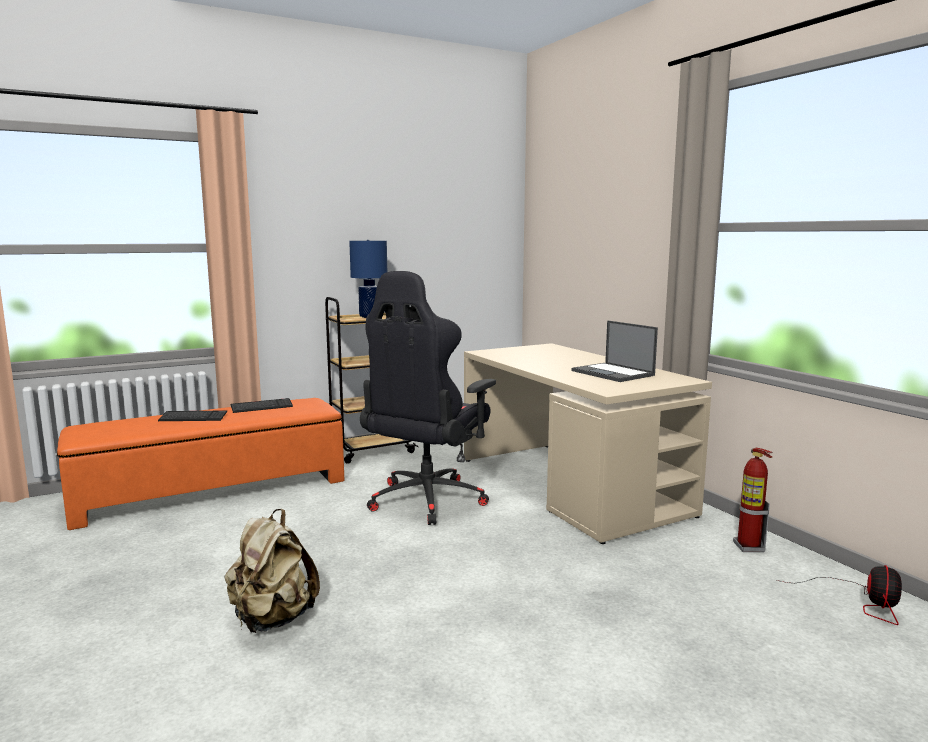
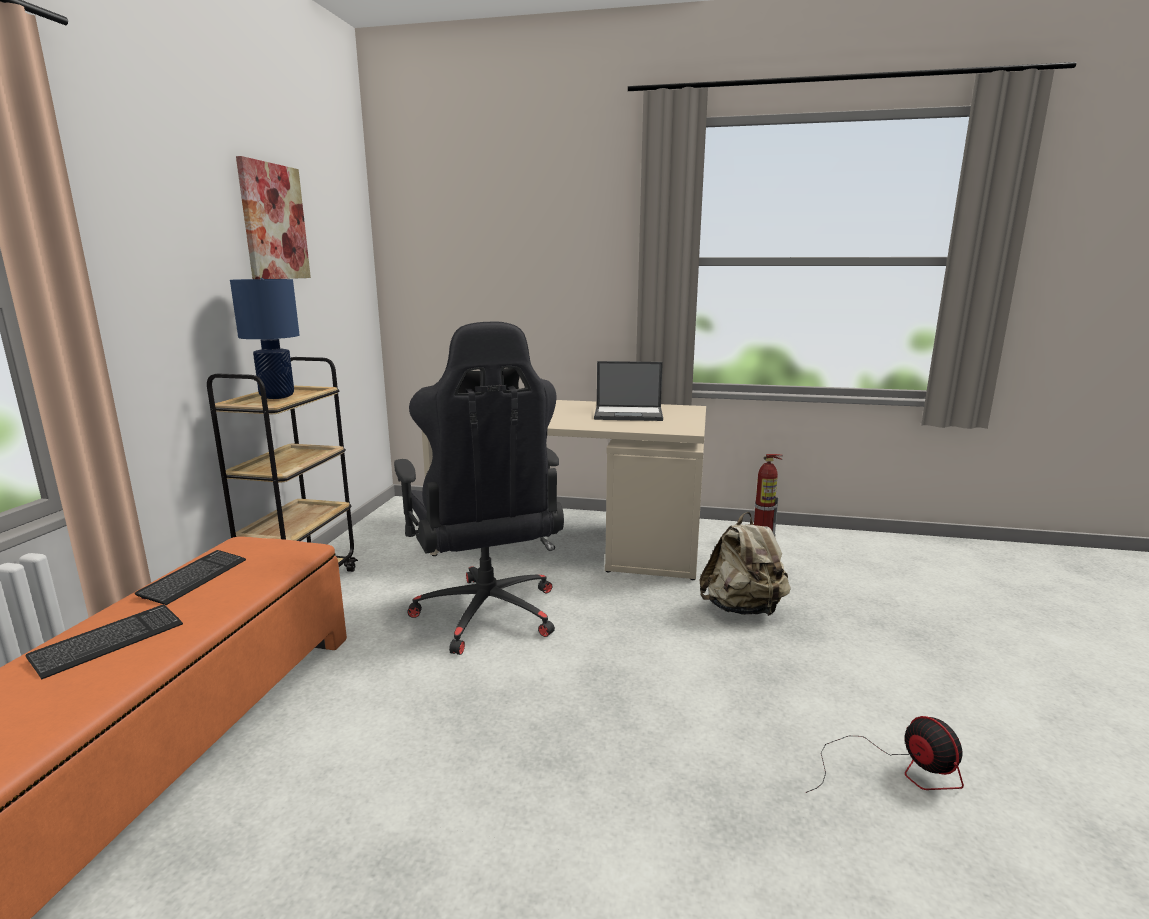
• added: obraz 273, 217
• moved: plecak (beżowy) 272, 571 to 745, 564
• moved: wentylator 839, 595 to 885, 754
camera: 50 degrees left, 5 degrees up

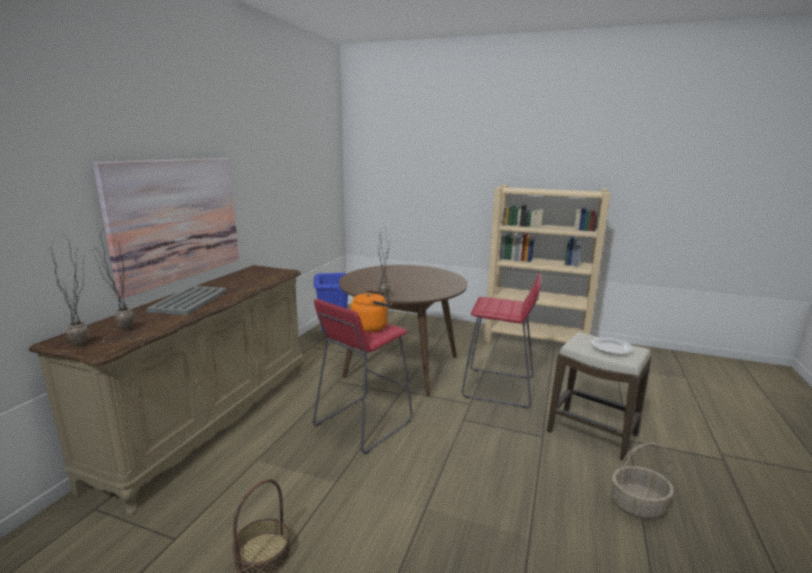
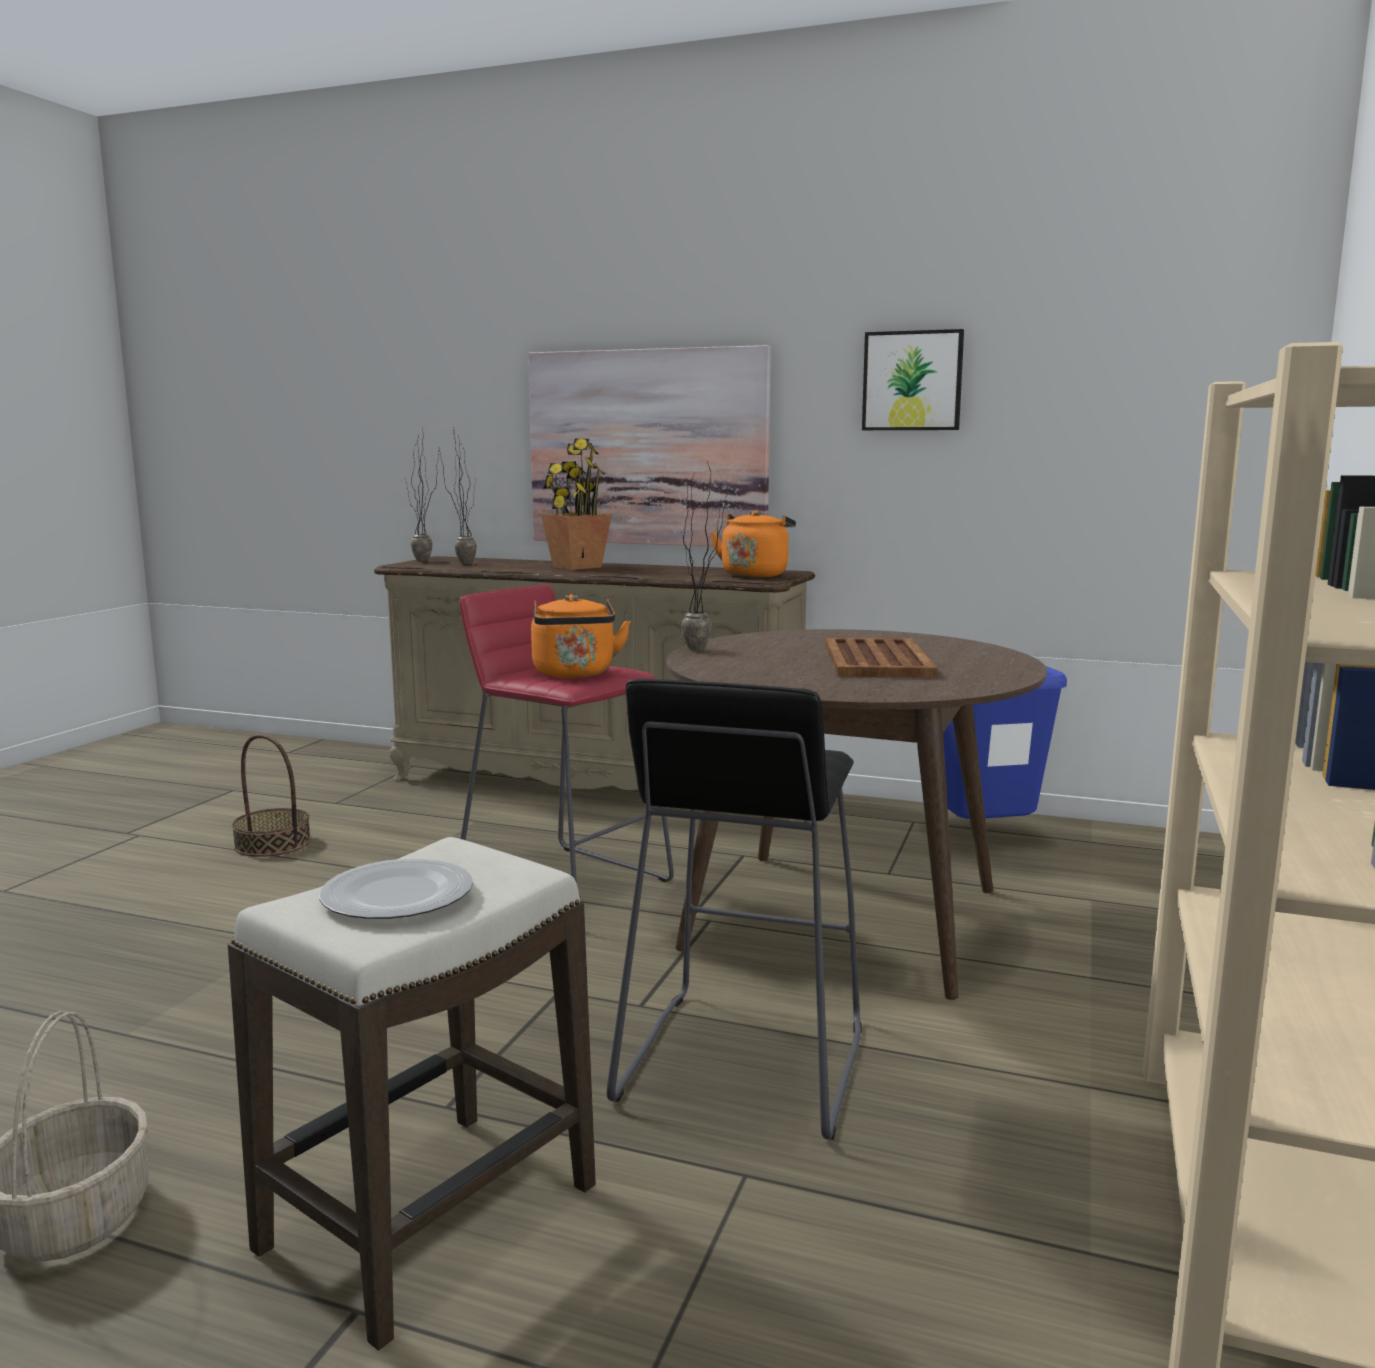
• added: czajnik (pomarańczowy) 753, 544
• added: taca (brązowy) 881, 657
• added: obraz 913, 379
• replaced: taca (szary) 186, 300 to roślina doniczkowa 576, 504
• recoloured: stołek (czerwony) 501, 340 to stołek (czarny) 734, 909
camera: 90 degrees right, 5 degrees down

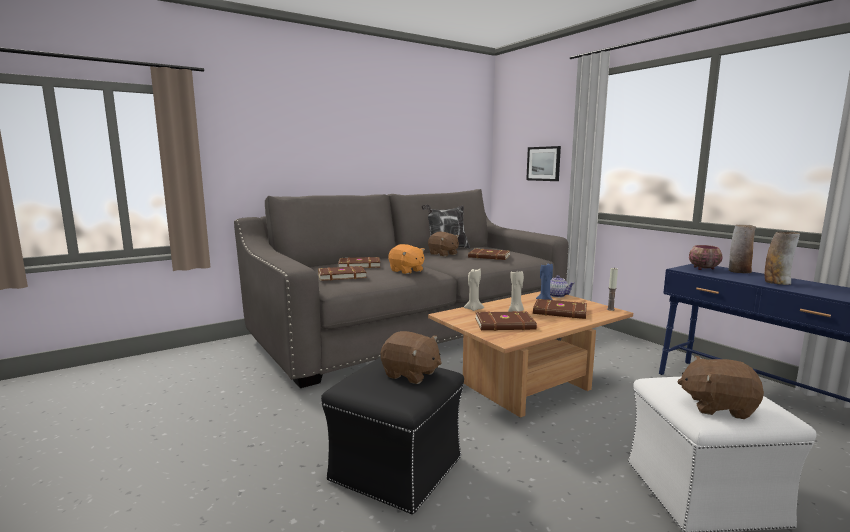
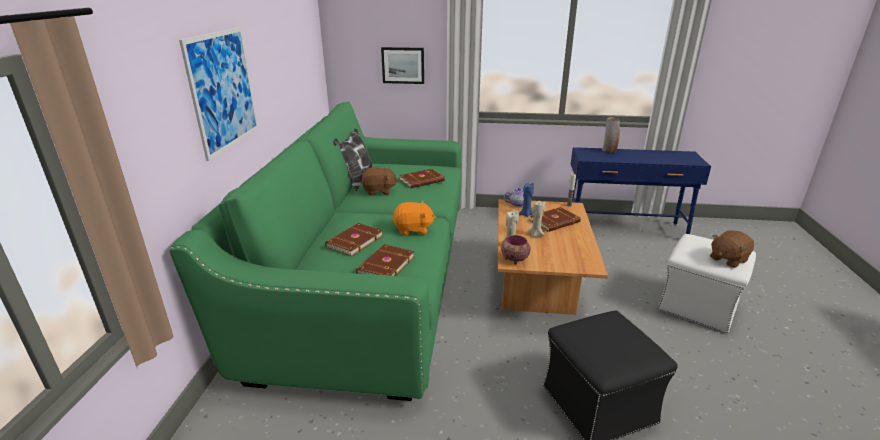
• removed: pluszak (brązowy) 411, 357
• removed: książka (brązowy) 506, 321
• removed: wazon 782, 258
• added: obraz 219, 94
• moved: miska 705, 257 to 515, 250
• recoloured: kanapa (szary) 401, 288 to kanapa (zielony) 316, 251
camera: 50 degrees left, 15 degrees up

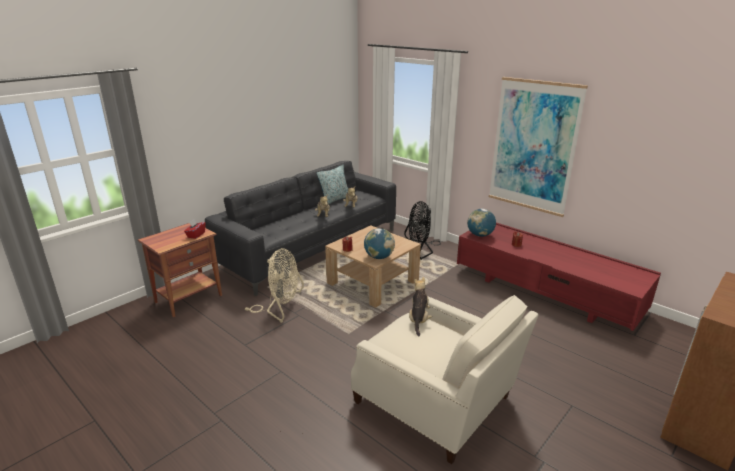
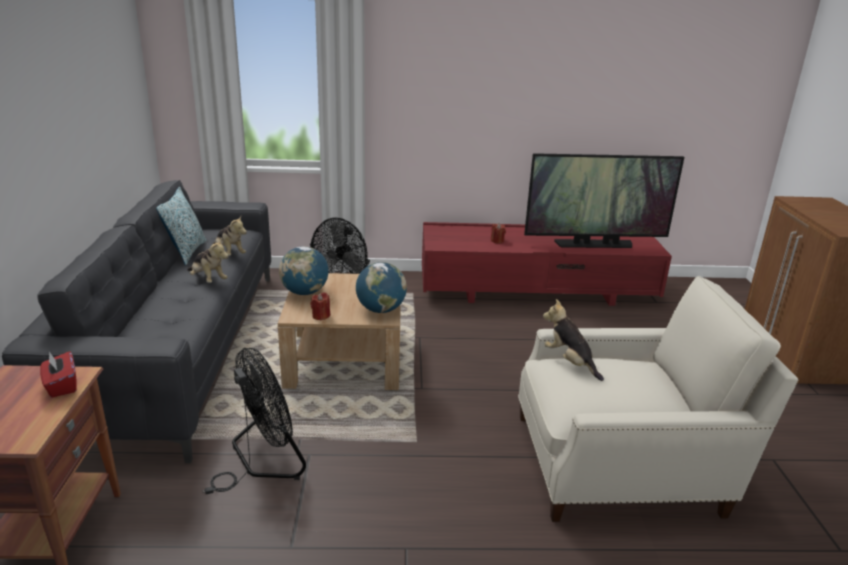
• removed: obraz 538, 147
• added: telewizor 604, 200
• moved: globus 481, 223 to 303, 270
• recoloured: wentylator (beżowy) 274, 285 to wentylator (czarny) 254, 421
camera: 45 degrees left, 0 degrees up

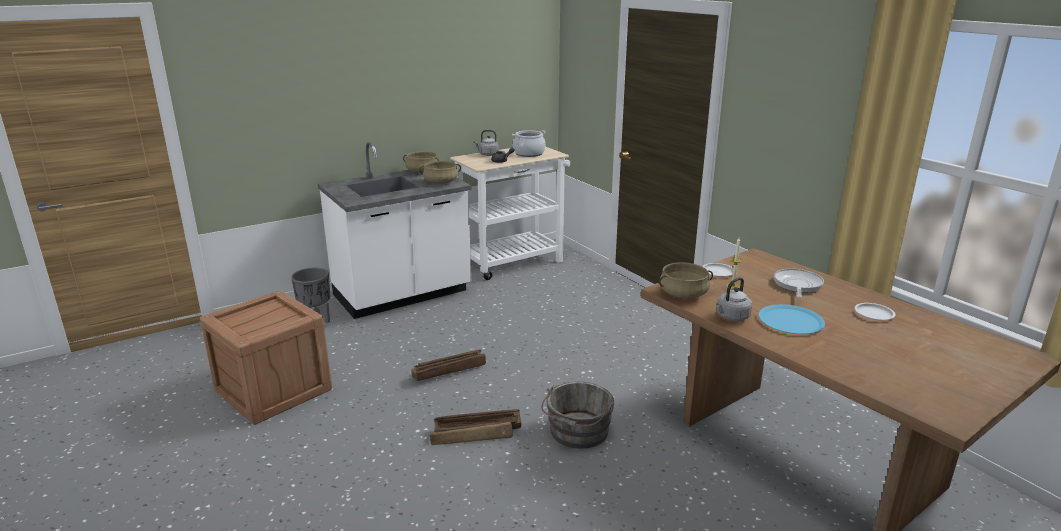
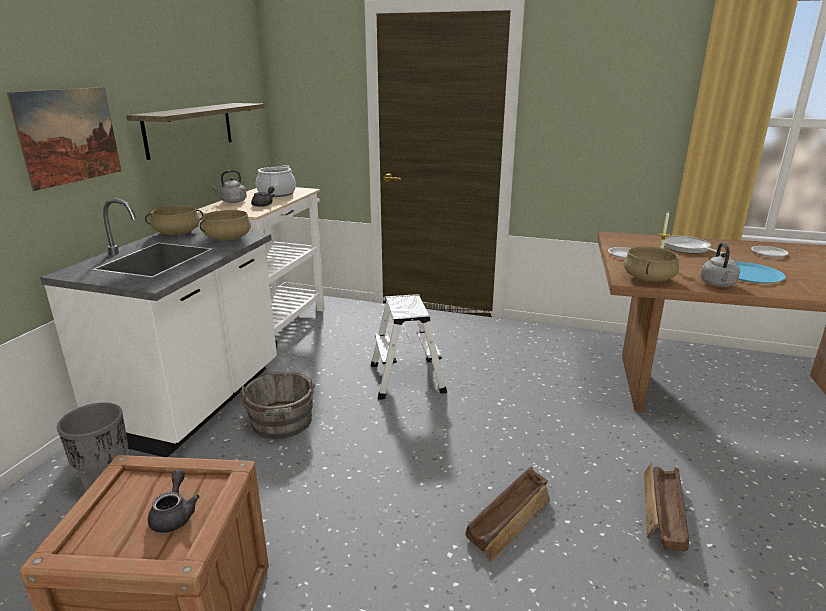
• added: obraz 63, 139
• added: półka 195, 131
• added: imbryk (szary) 174, 501
• added: drabinka (biały) 409, 347
• moved: skrzynka 448, 365 to 666, 508
• moved: wiadro (szary) 577, 415 to 277, 405
camera: 40 degrees left, 0 degrees up

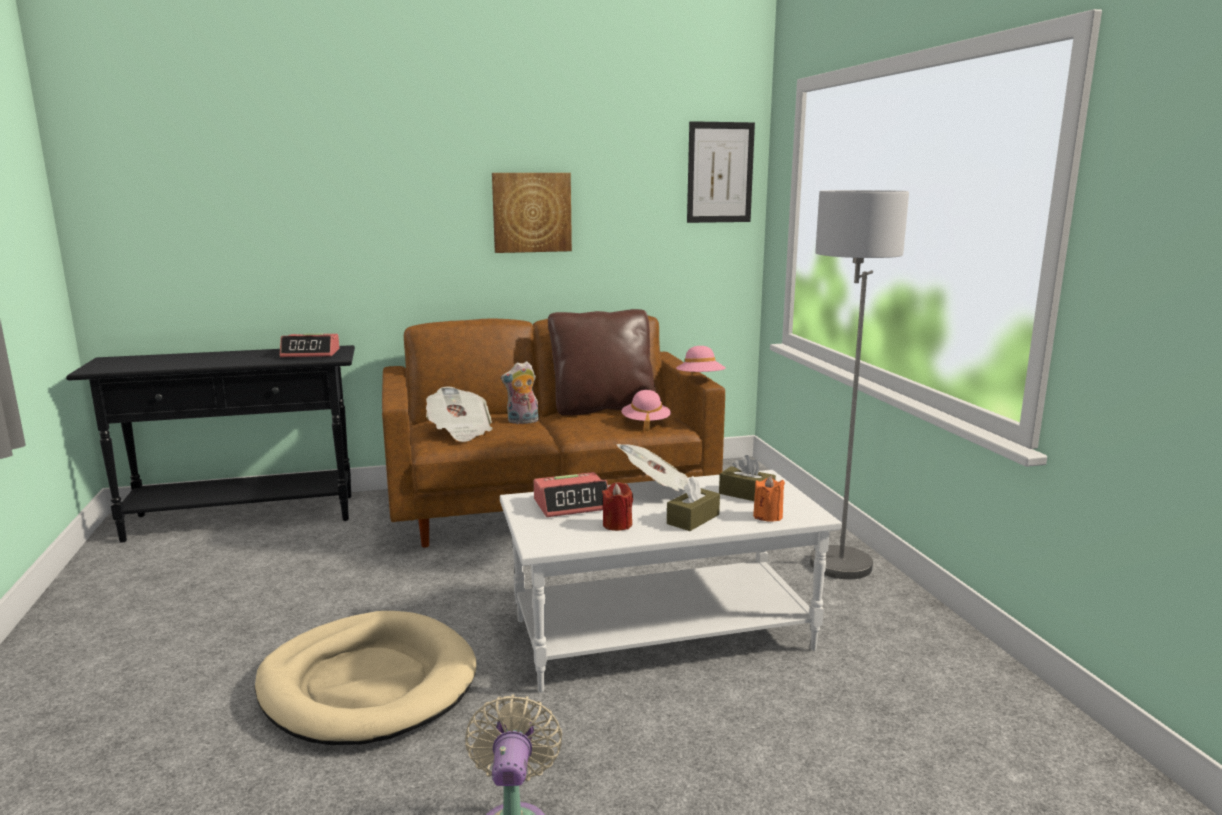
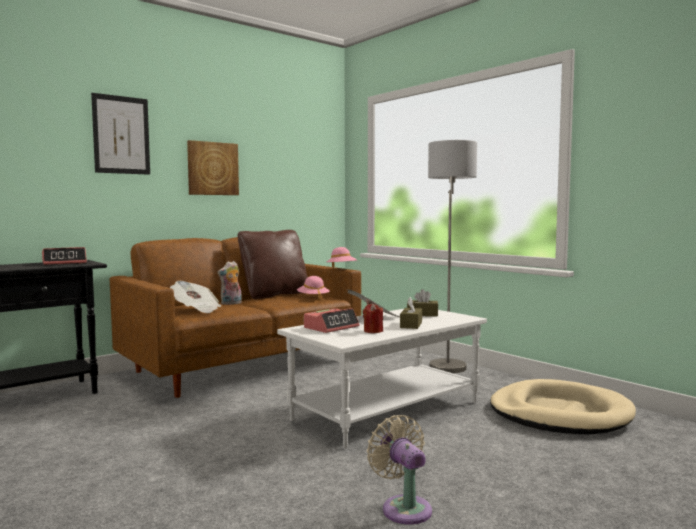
• removed: świeca (pomarańczowy) 769, 499
• moved: legowisko (beżowy) 366, 678 to 563, 406
• moved: obraz 721, 172 to 120, 134
camera: 25 degrees left, 10 degrees down

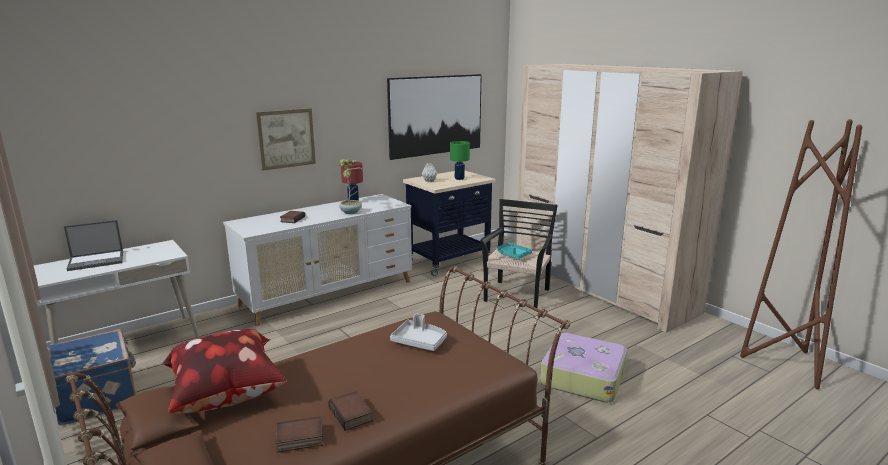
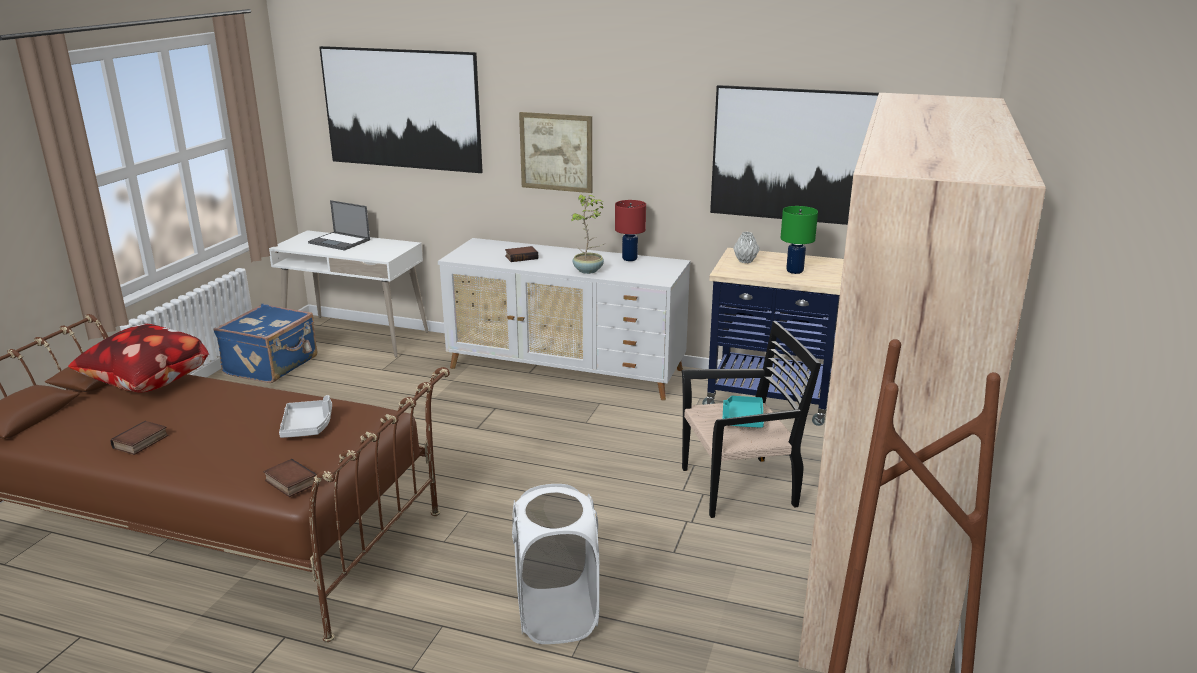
• added: obraz 401, 109
• moved: książka 299, 434 to 290, 478
• replaced: walizka 583, 367 to kosz na pranie (biały) 556, 564
camera: 55 degrees right, 5 degrees up

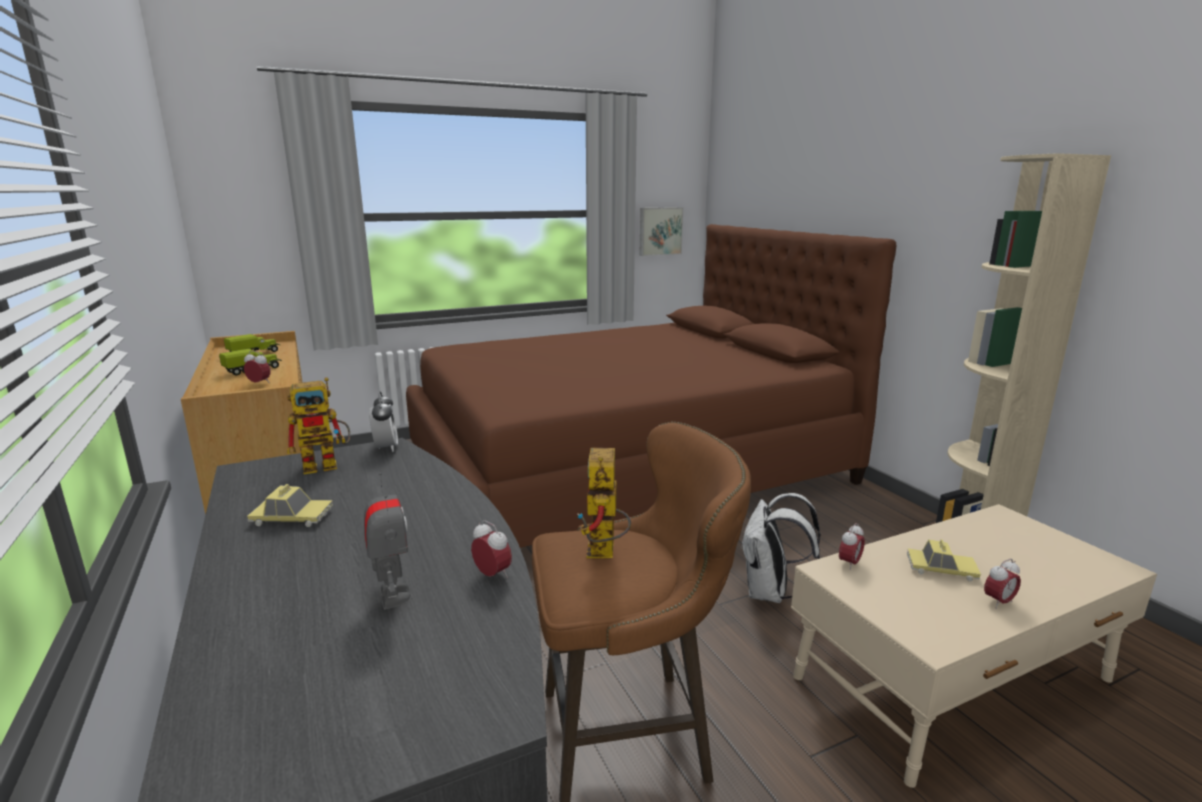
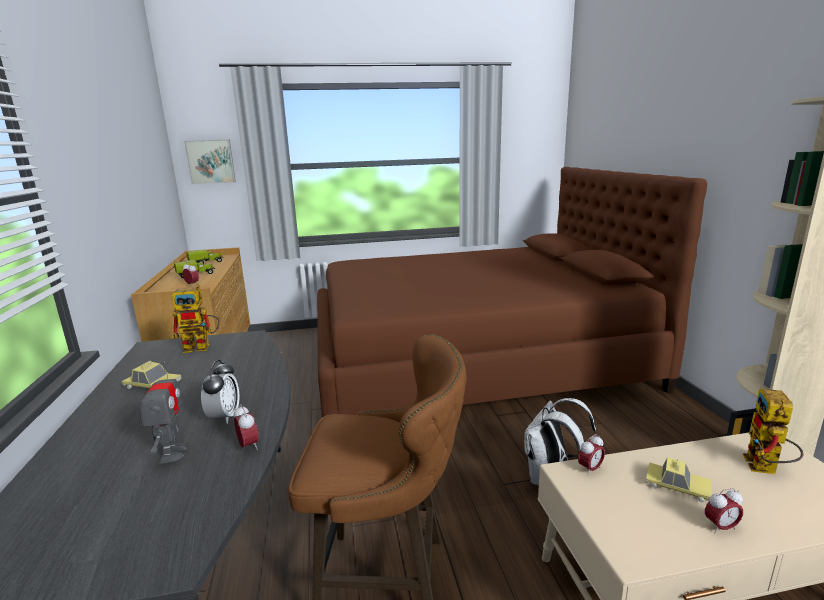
• moved: budzik 383, 421 to 220, 392
• moved: robot zabawkowy 604, 503 to 773, 431
• moved: obraz 661, 231 to 210, 161
camera: 15 degrees right, 0 degrees up

